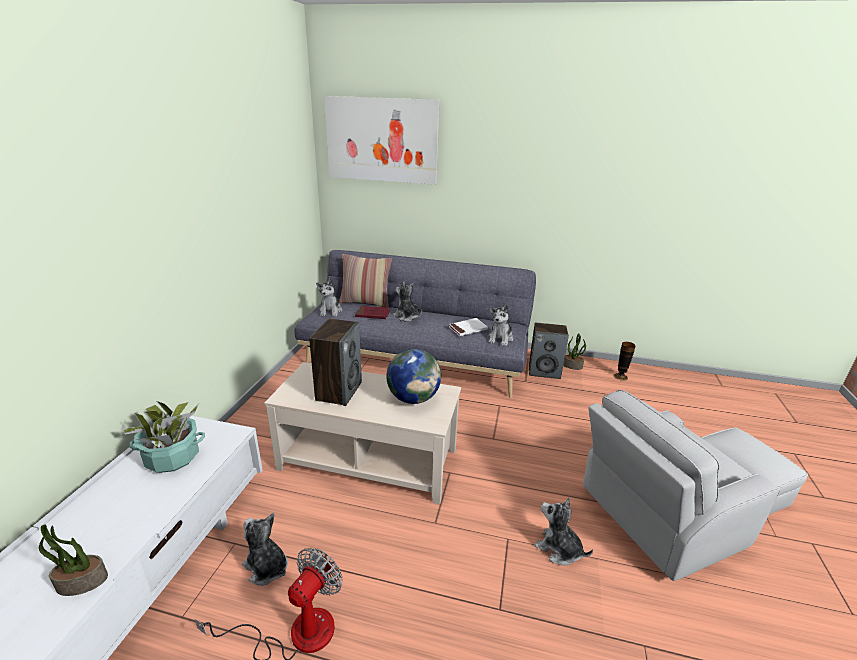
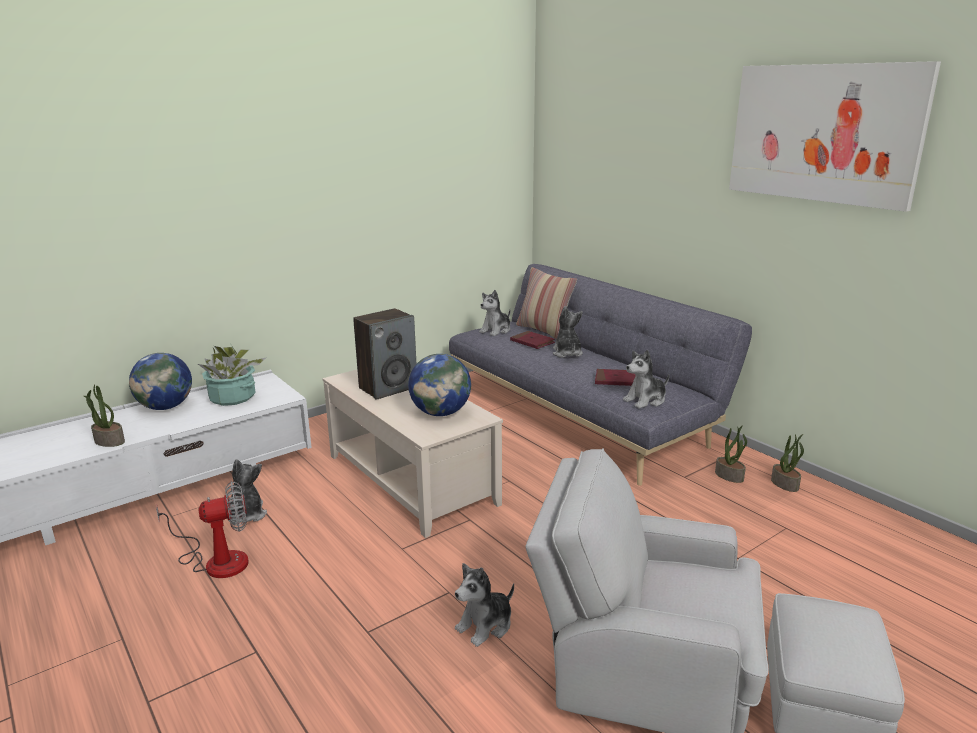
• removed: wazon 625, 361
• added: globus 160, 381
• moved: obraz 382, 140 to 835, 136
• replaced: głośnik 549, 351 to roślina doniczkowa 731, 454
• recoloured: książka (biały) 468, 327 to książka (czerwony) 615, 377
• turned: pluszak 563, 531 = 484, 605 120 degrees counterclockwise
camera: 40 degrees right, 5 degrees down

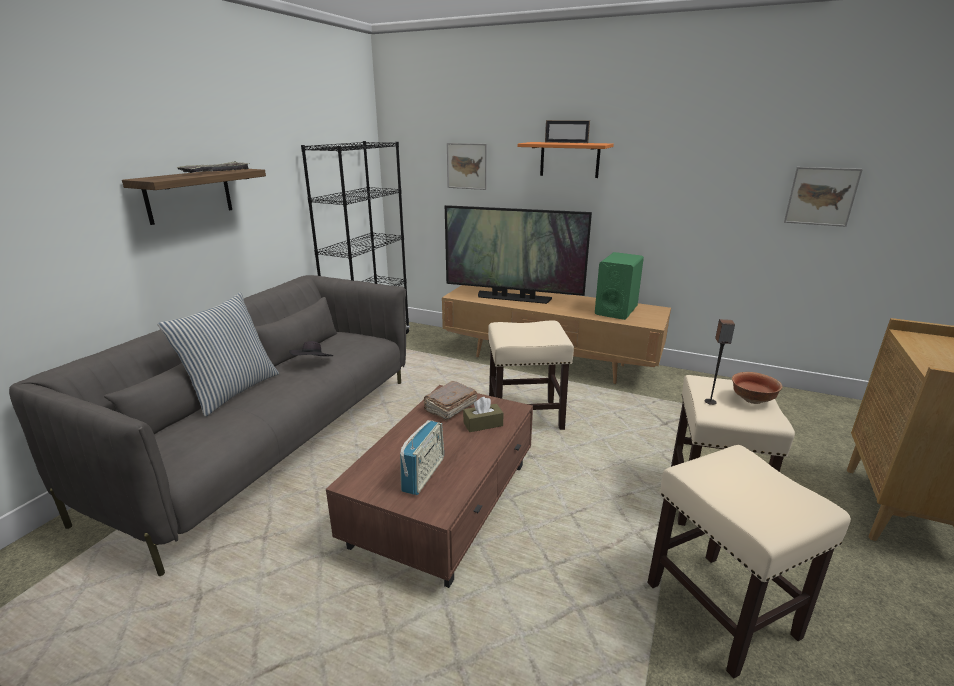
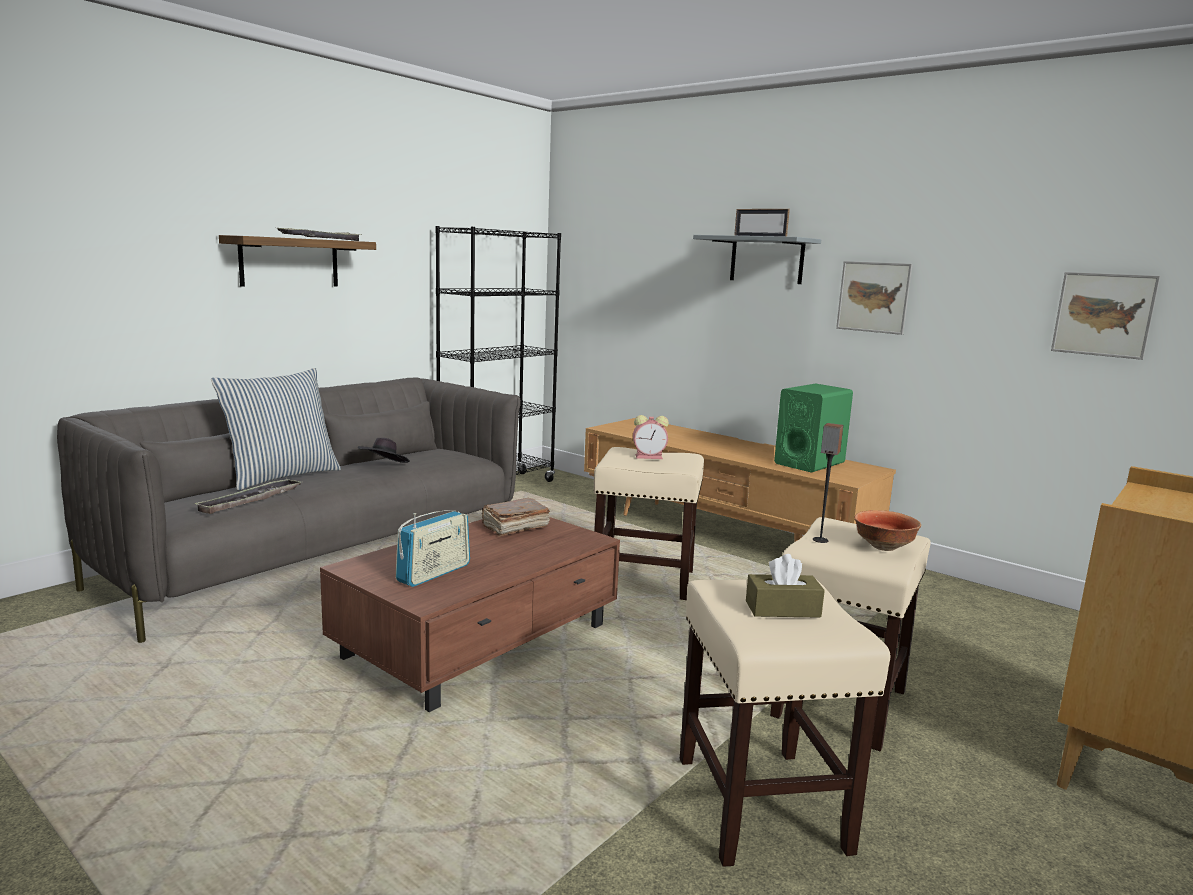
• removed: telewizor 518, 254
• added: taca 248, 496
• added: budzik 651, 437
• moved: obraz 467, 166 to 874, 298
• moved: pudełko chusteczek (brązowy) 483, 414 to 785, 586
• recoloured: półka (pomarańczowy) 566, 160 to półka (szary) 757, 259
camera: 15 degrees right, 10 degrees down

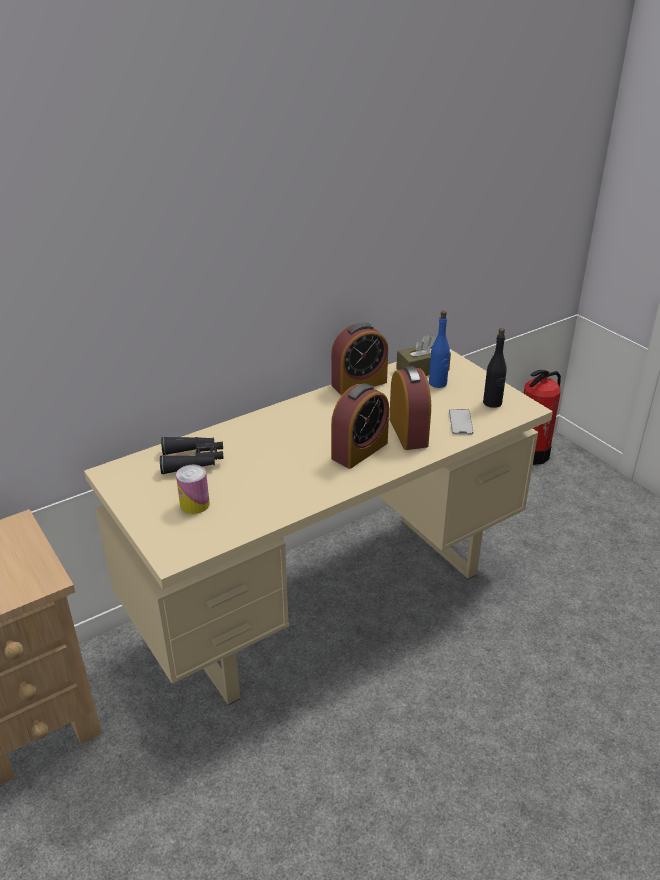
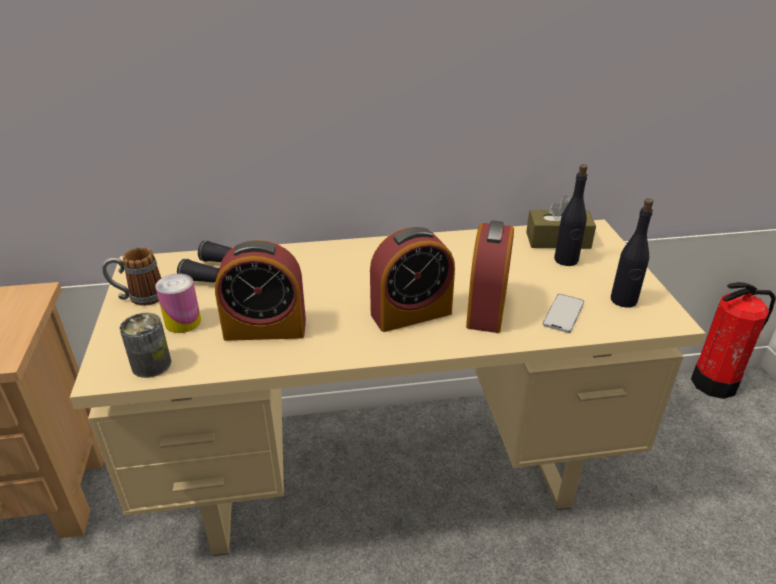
• added: kubek 132, 276
• added: puszka 145, 345
• moved: budzik 359, 358 to 260, 290
• recoloured: butelka (niebieski) 439, 349 to butelka (czarny) 570, 215
camera: 25 degrees right, 0 degrees up

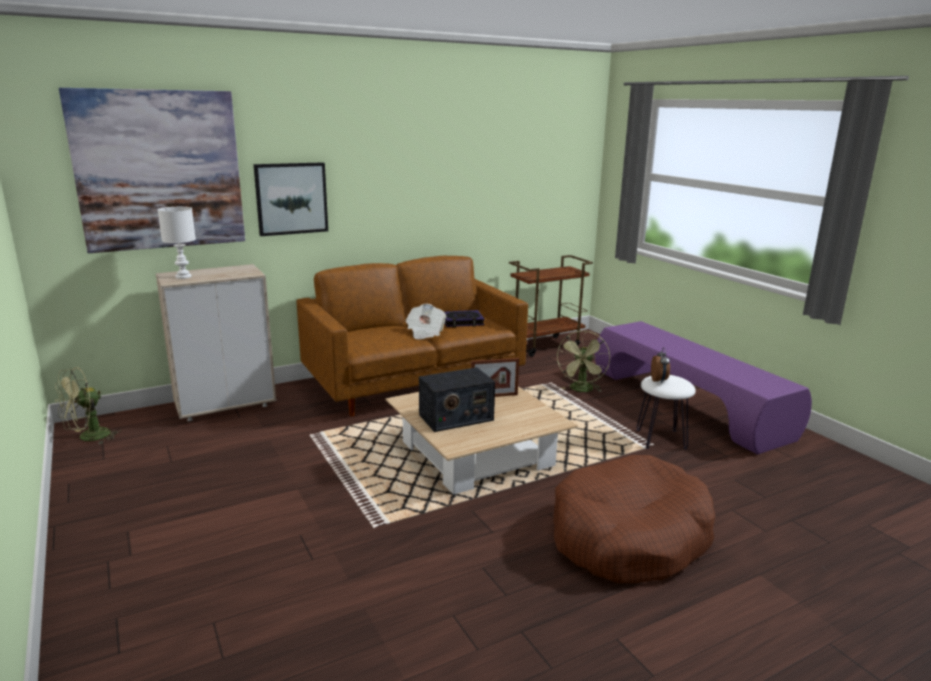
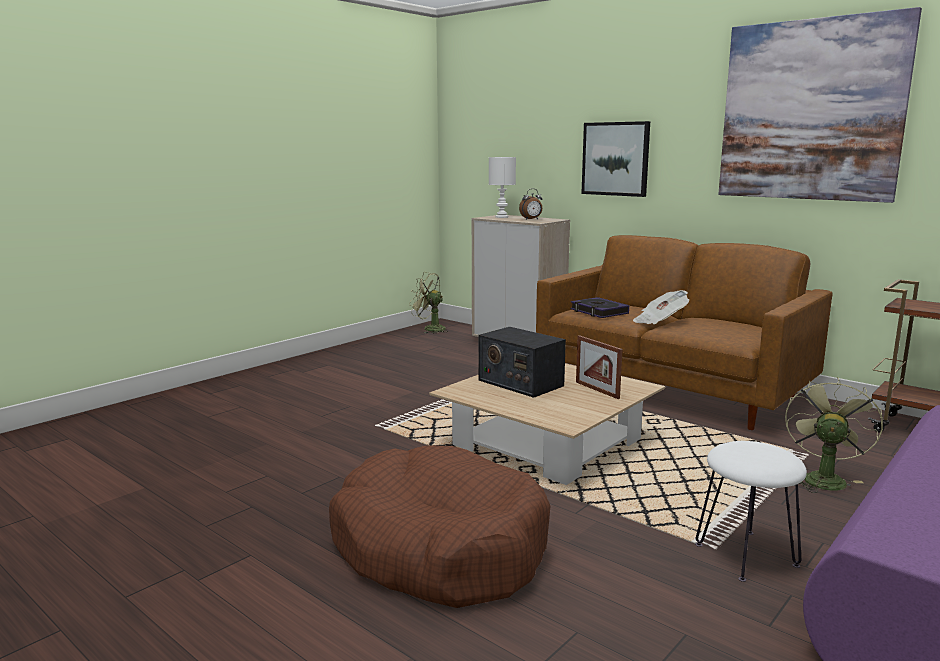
• moved: obraz 152, 170 to 820, 105
• moved: książka 464, 319 to 600, 307
• moved: budzik 660, 365 to 530, 204
• turned: wentylator (zielony) 583, 361 = 834, 435 120 degrees clockwise
camera: 70 degrees right, 5 degrees down

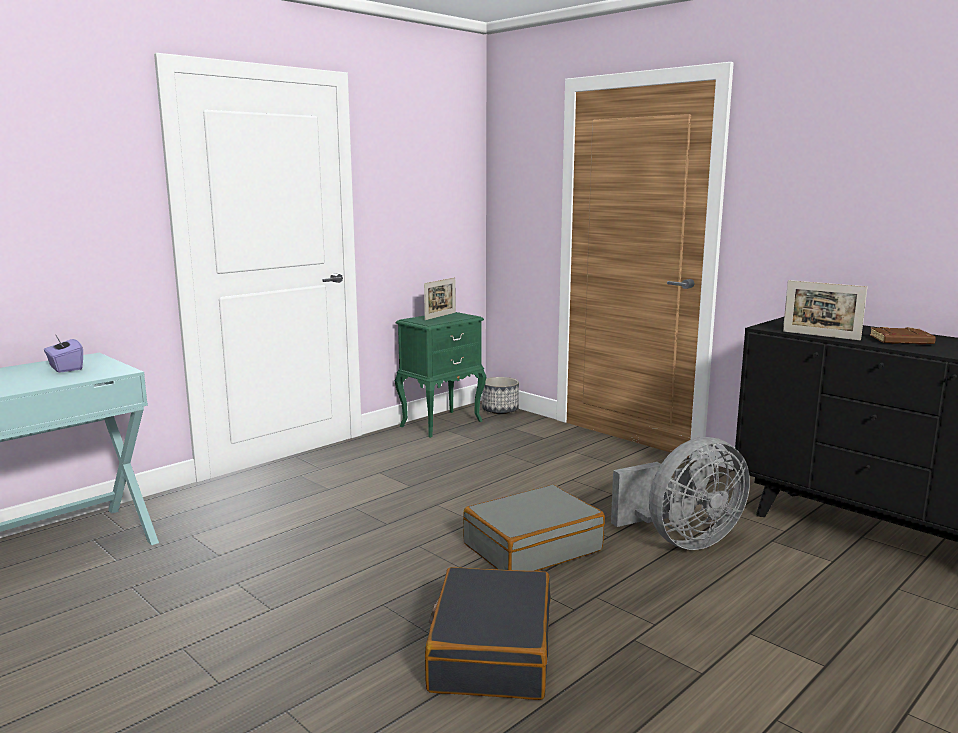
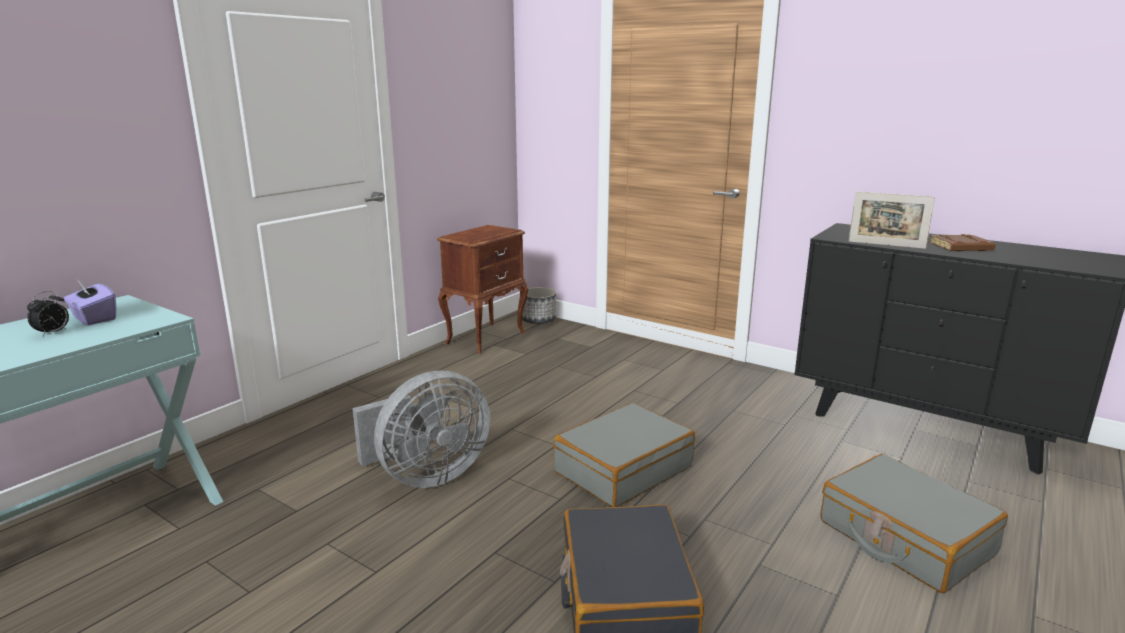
• removed: ramka na zdjęcie 440, 298
• added: budzik 48, 313
• added: walizka (szary) 914, 523
• moved: wentylator (szary) 680, 493 to 421, 429
• recoloured: szafka nocna (zielony) 441, 375 to szafka nocna (brązowy) 482, 289
camera: 10 degrees left, 5 degrees up

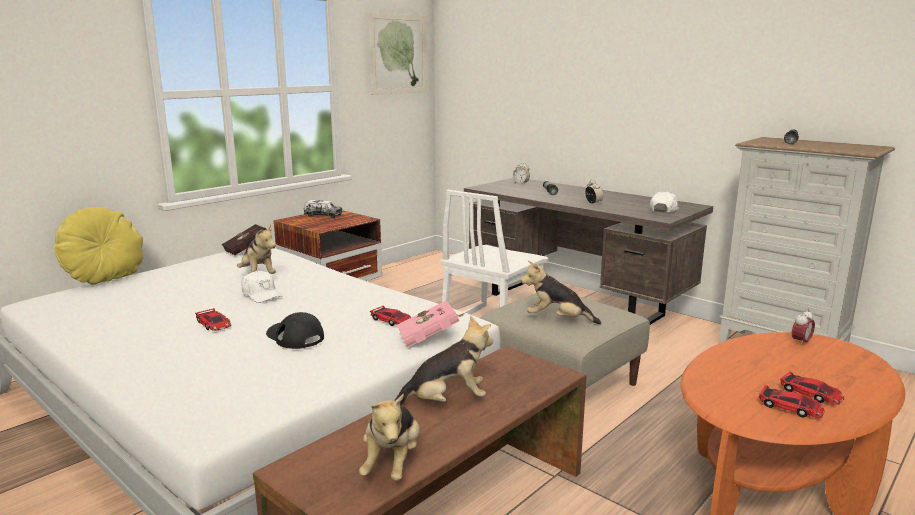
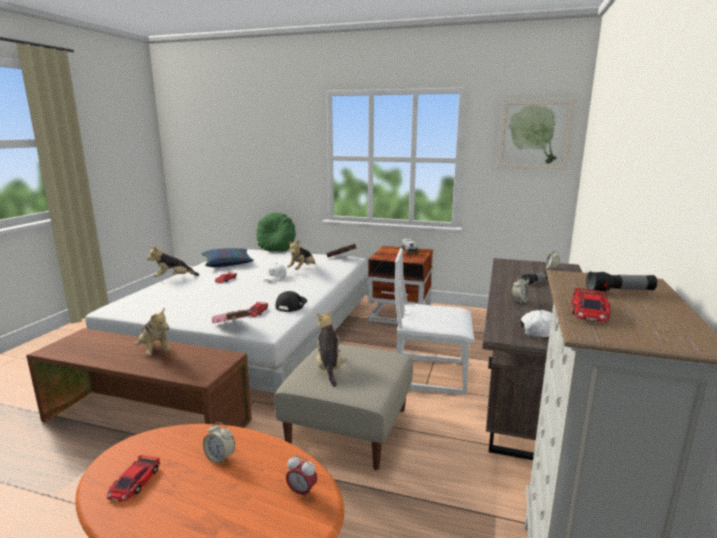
• added: poduszka (niebieski) 227, 257
• added: budzik 219, 443
• moved: czapka z daszkiem (czarny) 295, 330 to 291, 301
• moved: pluszak 389, 437 to 173, 261
• moved: samochodzik 812, 388 to 591, 305
• recoloured: poduszka (żółty) 98, 246 to poduszka (zielony) 276, 232
camera: 65 degrees right, 0 degrees up

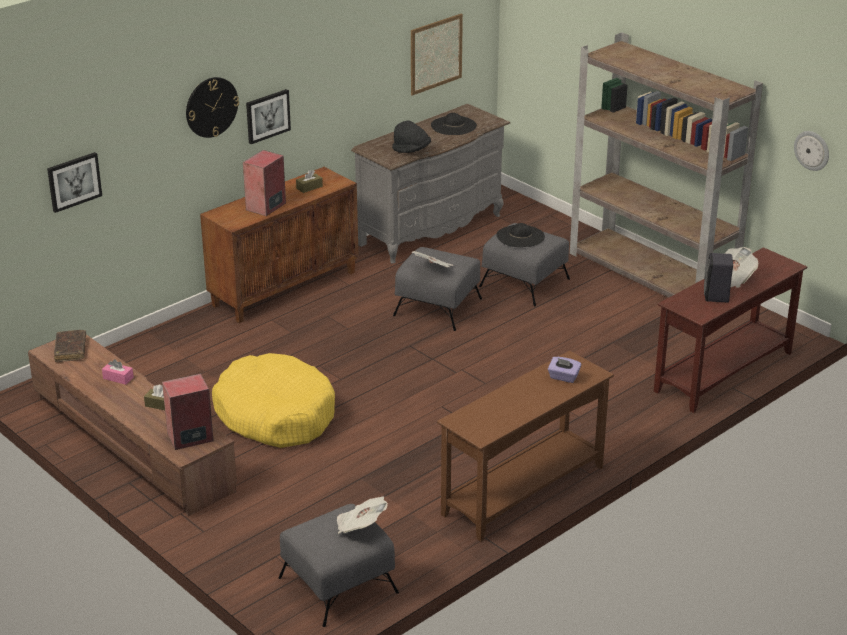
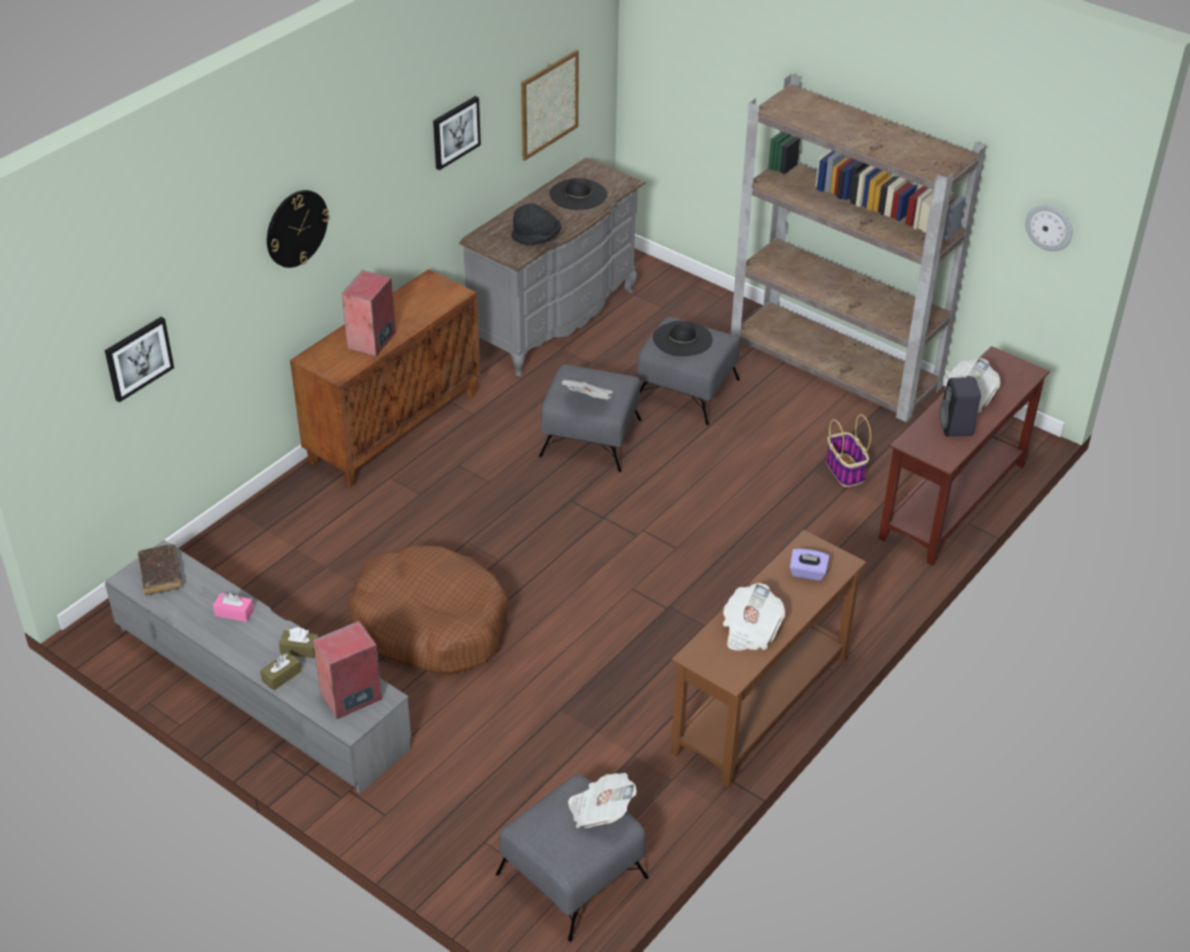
• added: gazeta 754, 617
• added: koszyk 848, 450
• moved: obraz 268, 116 to 457, 133
• moved: pudełko chusteczek (brązowy) 309, 181 to 281, 671
• recoloured: szafka pod telewizor (brązowy) 132, 425 to szafka pod telewizor (szary) 258, 667
• recoloured: legowisko (żółty) 273, 400 to legowisko (brązowy) 428, 610
camera: 10 degrees left, 10 degrees up

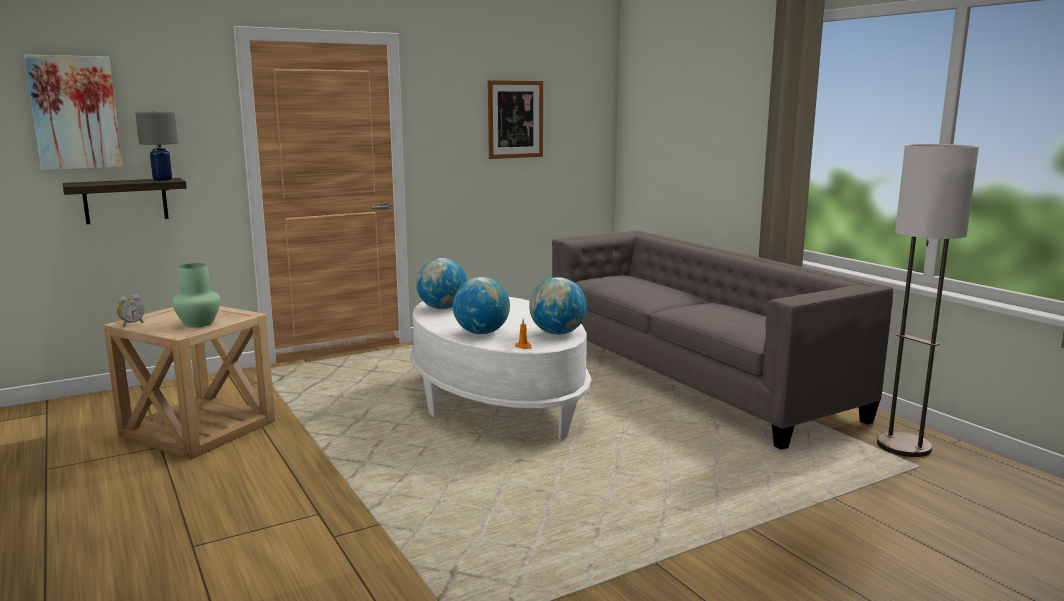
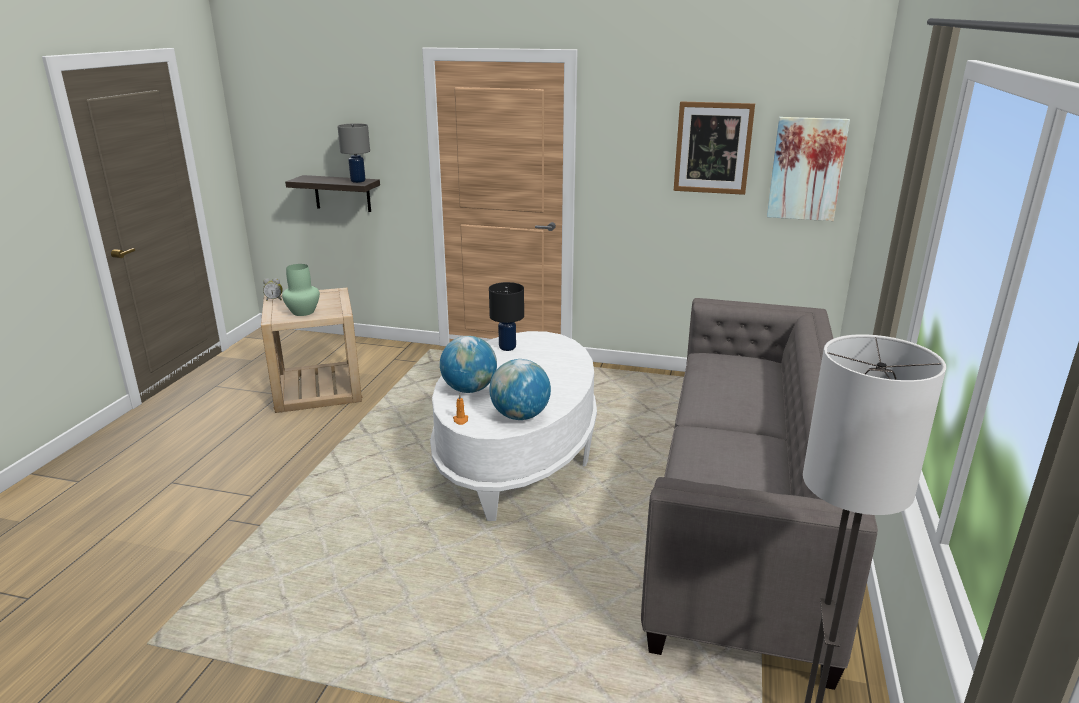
• moved: obraz 73, 112 to 808, 169
• replaced: globus 441, 283 to lampa stołowa (czarny) 506, 316
camera: 45 degrees right, 10 degrees up

